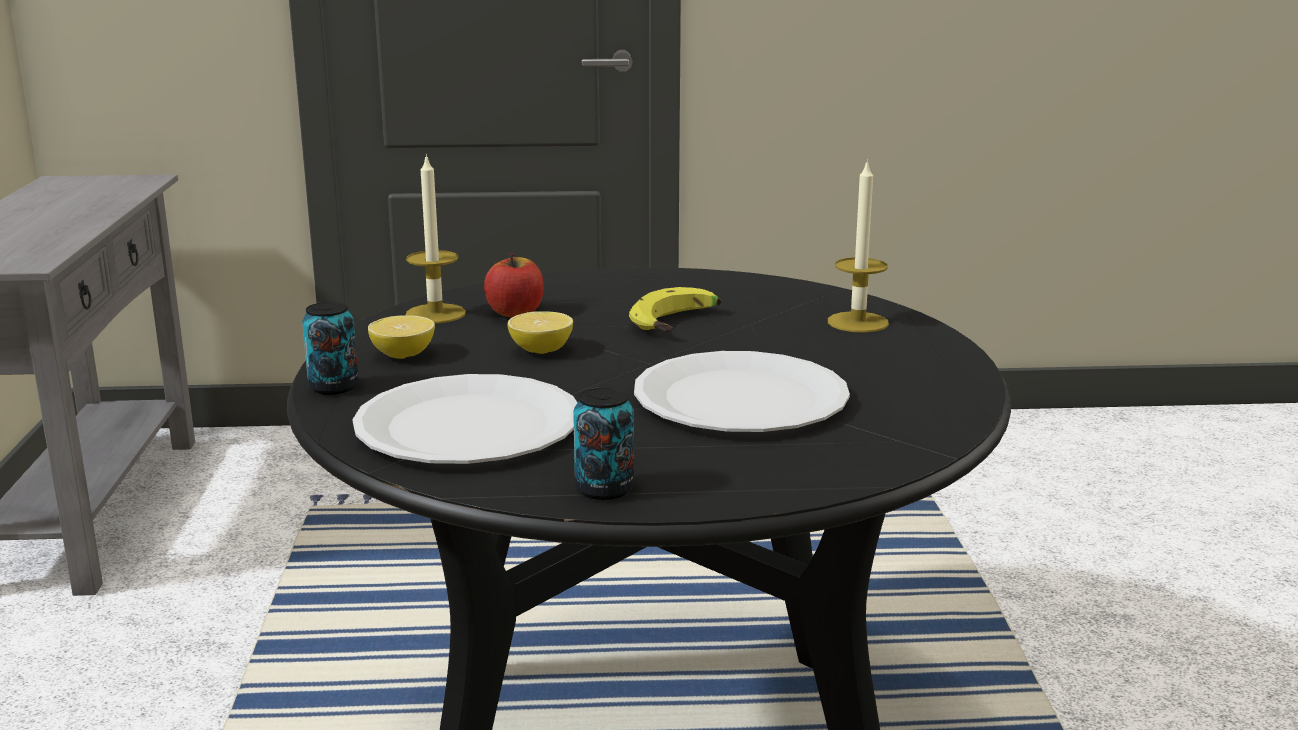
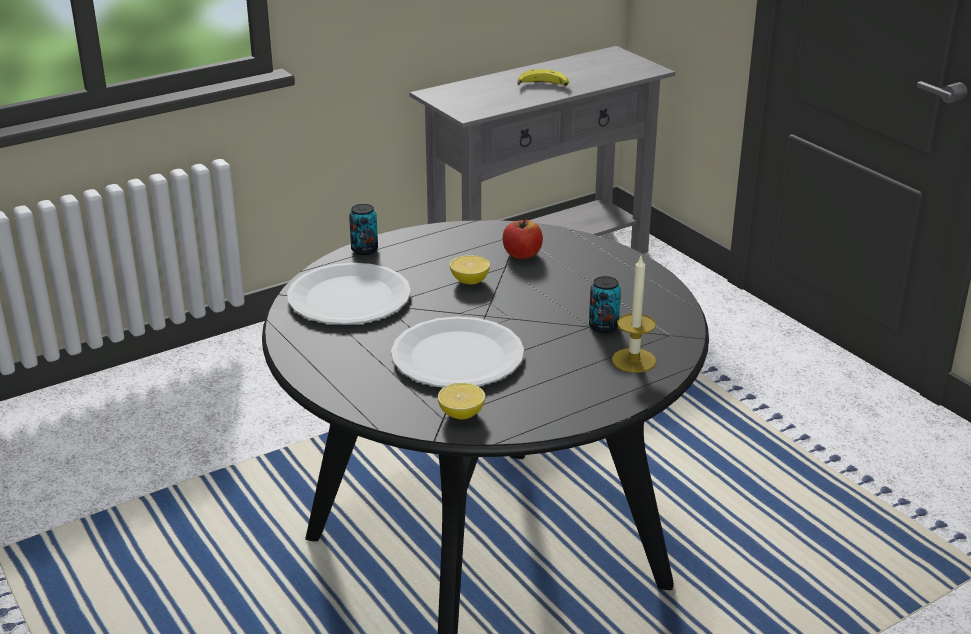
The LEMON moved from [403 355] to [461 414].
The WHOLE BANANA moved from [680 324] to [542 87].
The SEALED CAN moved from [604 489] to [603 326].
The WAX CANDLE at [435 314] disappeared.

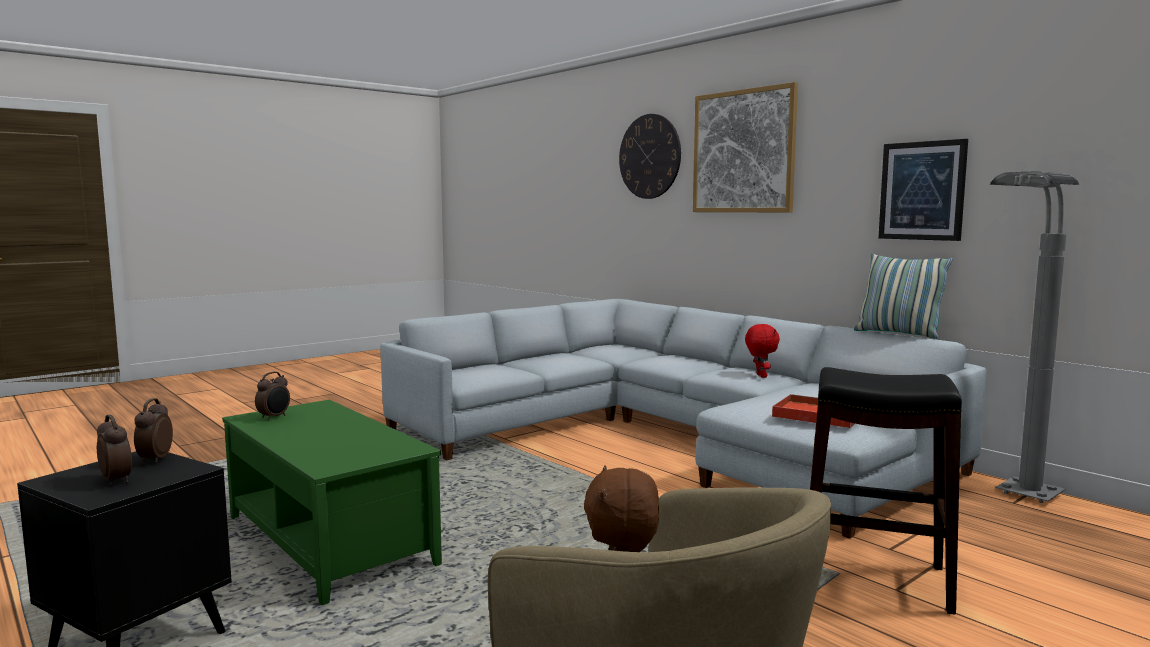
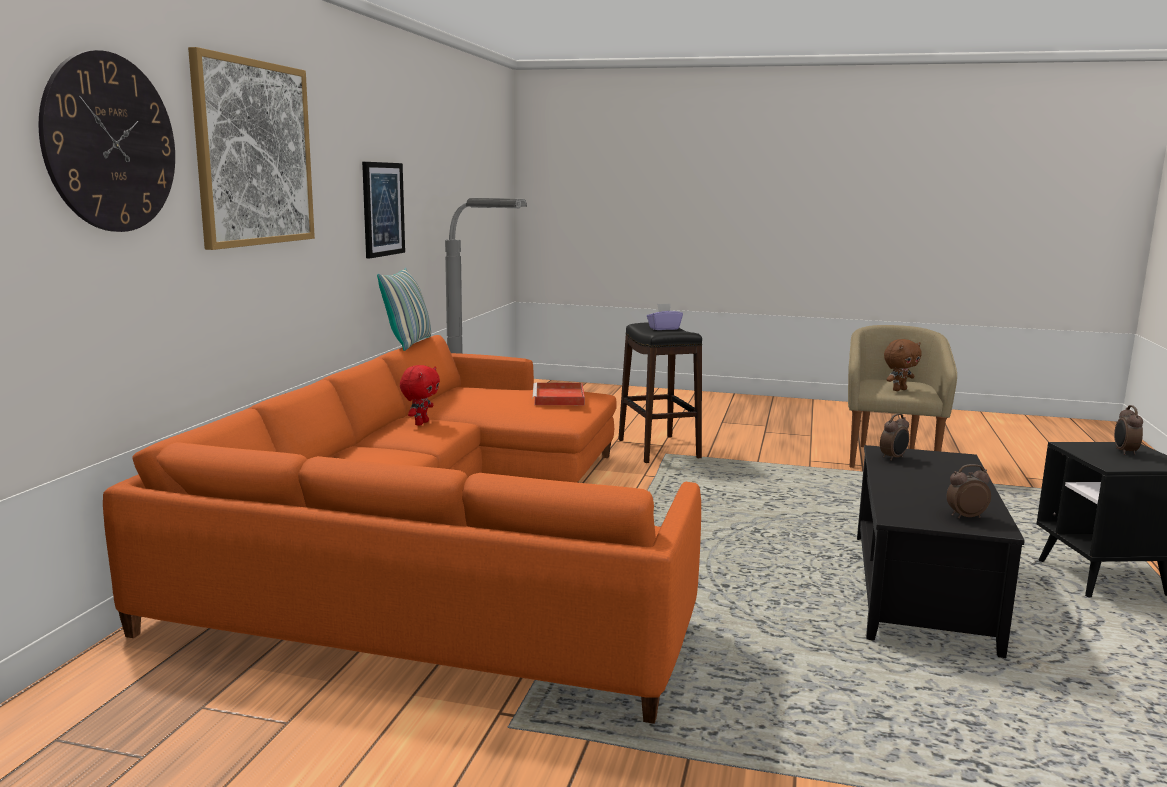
The GRAY SETTEE at [669 437] became the ORANGE-COLOURED SETTEE at [437 537].
The RED PLUSH TOY at [760 376] turned 150 degrees clockwise.
The PURPLE BOX OF TISSUES at [664 328] appeared.
The GREENISH LOW TABLE at [331 539] became the BLACKISH LOW TABLE at [918 589].
The ALARM CLOCK moved from [154 460] to [893 458].

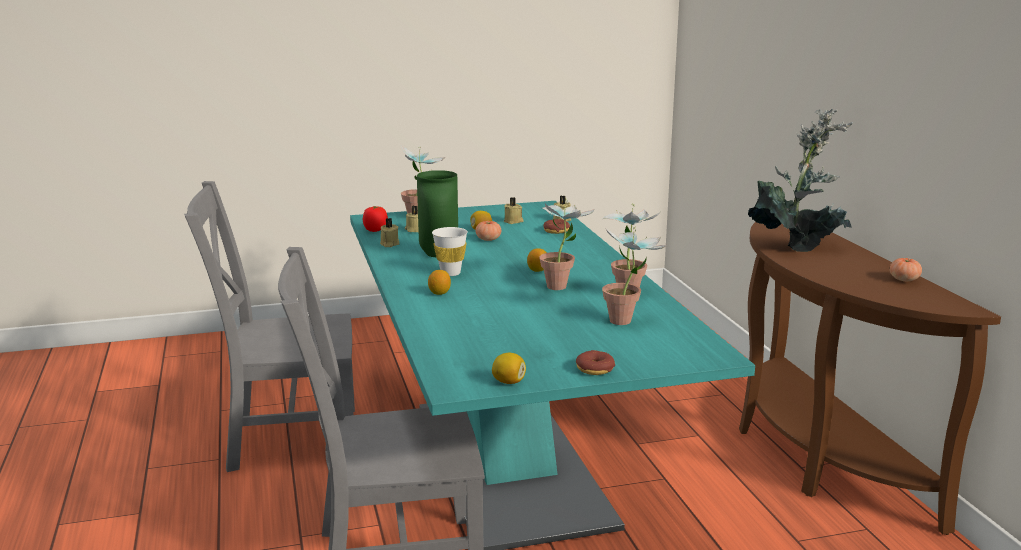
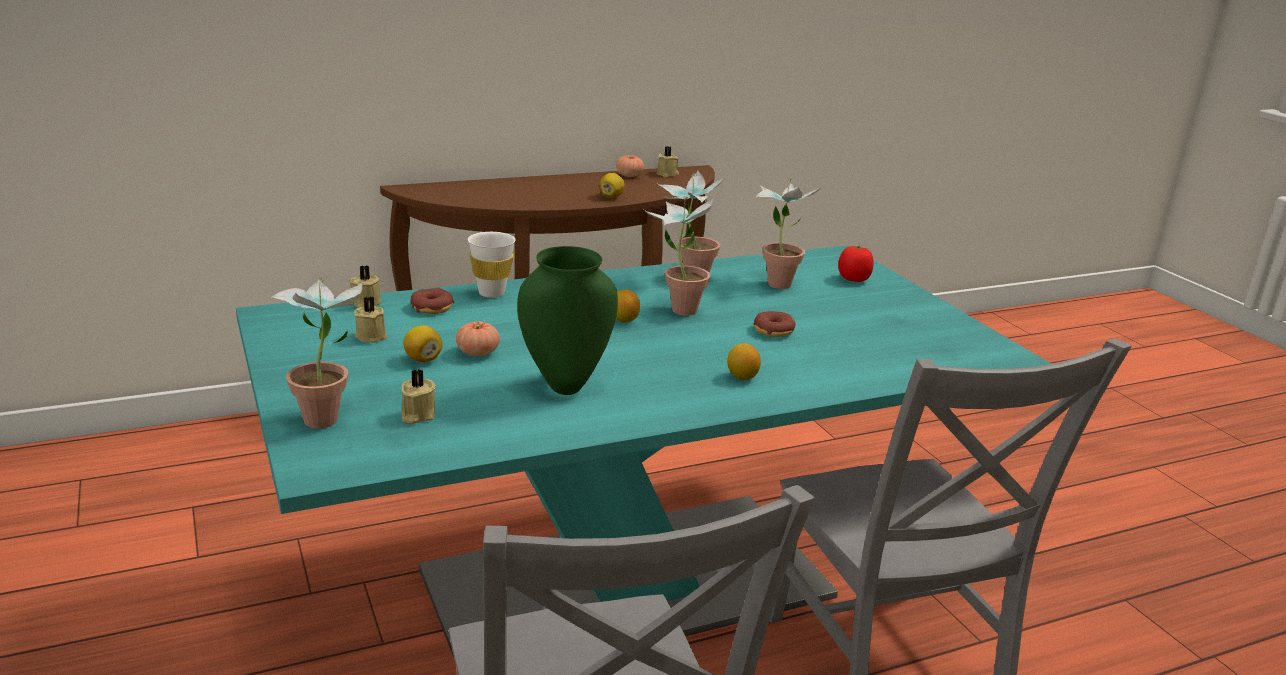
The WHITE-COLOURED SMALL CUP moved from [450 273] to [491 293].
The LEMON moved from [508 382] to [611 197].
The SAND-COLOURED WAX CANDLE moved from [389 244] to [667 174].
The DONUT moved from [594 369] to [773 331].
The WHOLE TOMATO moved from [375 230] to [853 279].
The HOUSEPLANT at [798 246] disappeared.

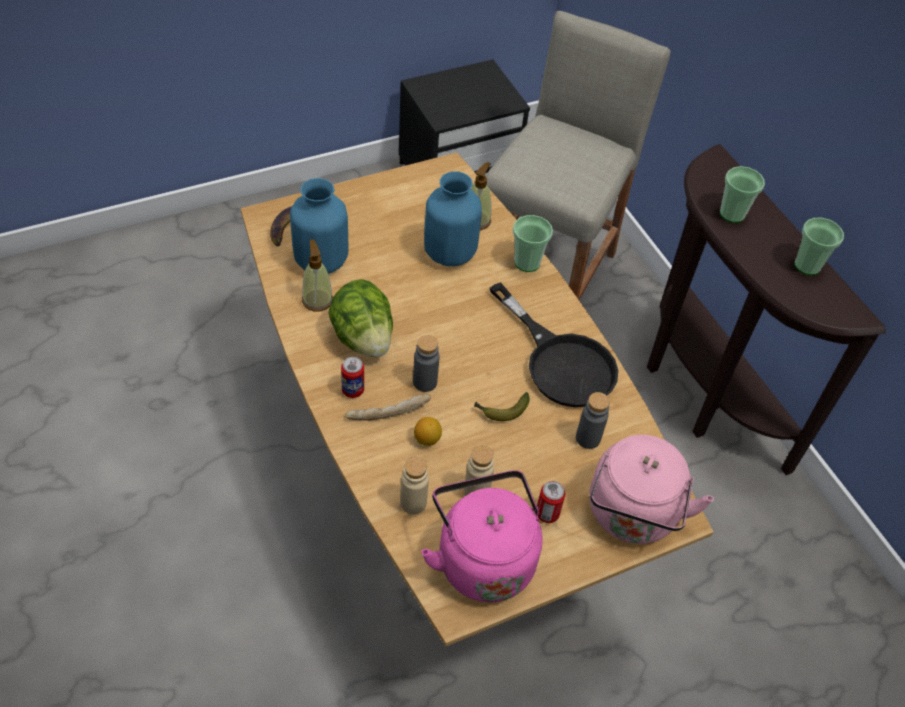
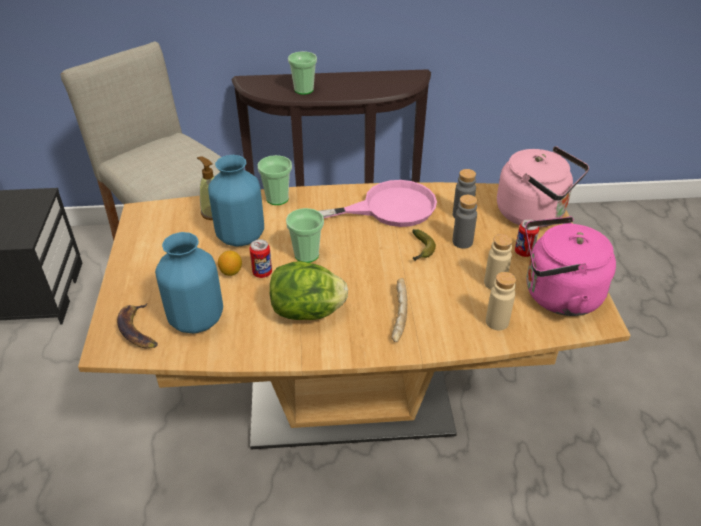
The LEMON moved from [427 439] to [231 272].
The SEALED CAN moved from [353 390] to [262 273].
The SMALL CUP moved from [807 265] to [306 254].
The BLACKISH PAN at [560 361] became the PINK-COLOURED PAN at [386 208].
The GRAY BOTTLE moved from [425 382] to [462 242].
The SOAP DISPENSER at [317 300] disappeared.

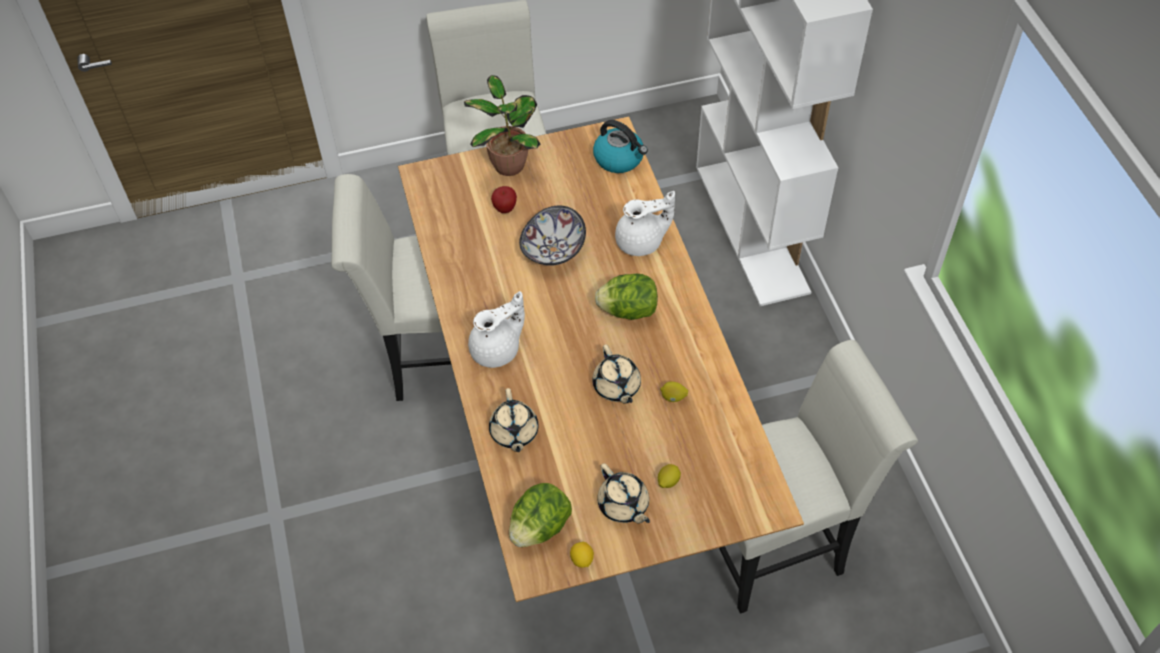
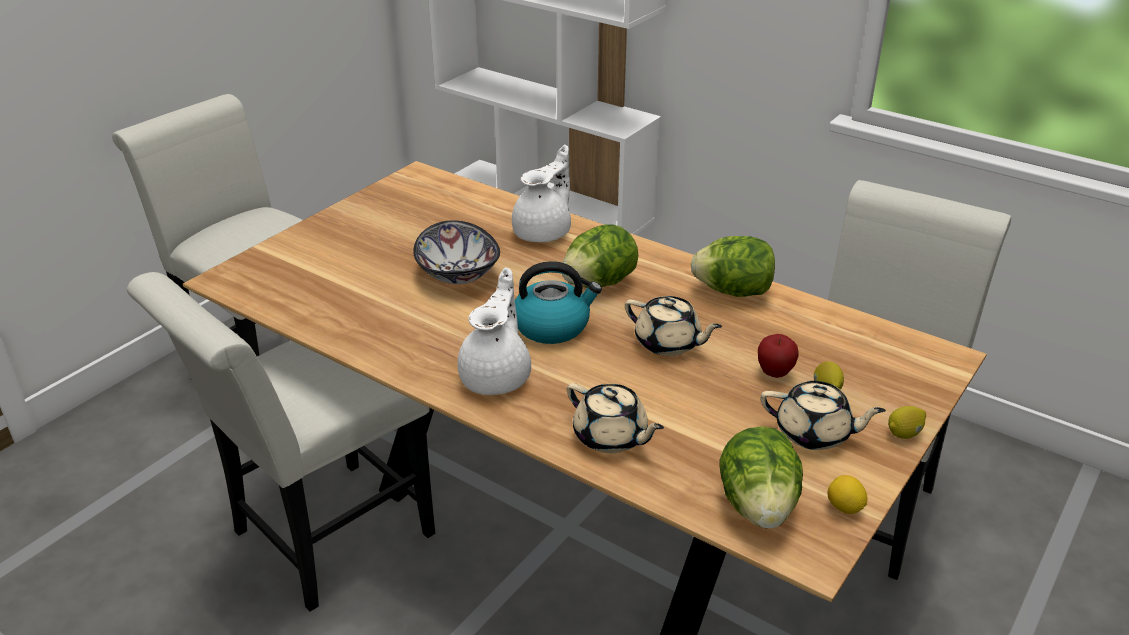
The WATER KETTLE moved from [619 158] to [552 326].
The LETTUCE at [733 292] appeared.
The APPLE moved from [505 209] to [774 373].
The LEMON moved from [673 397] to [904 434].
The HOUSEPLANT at [508 163] disappeared.

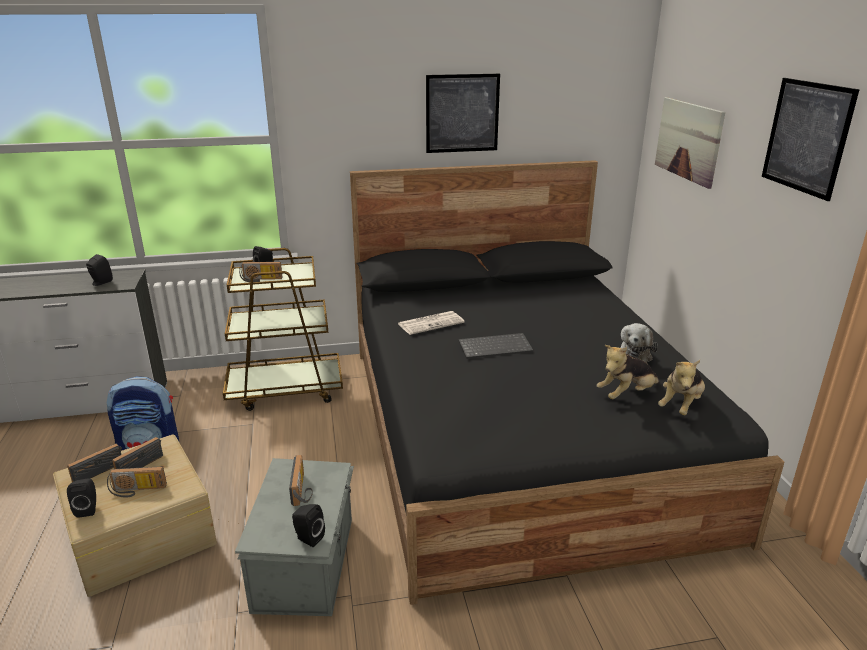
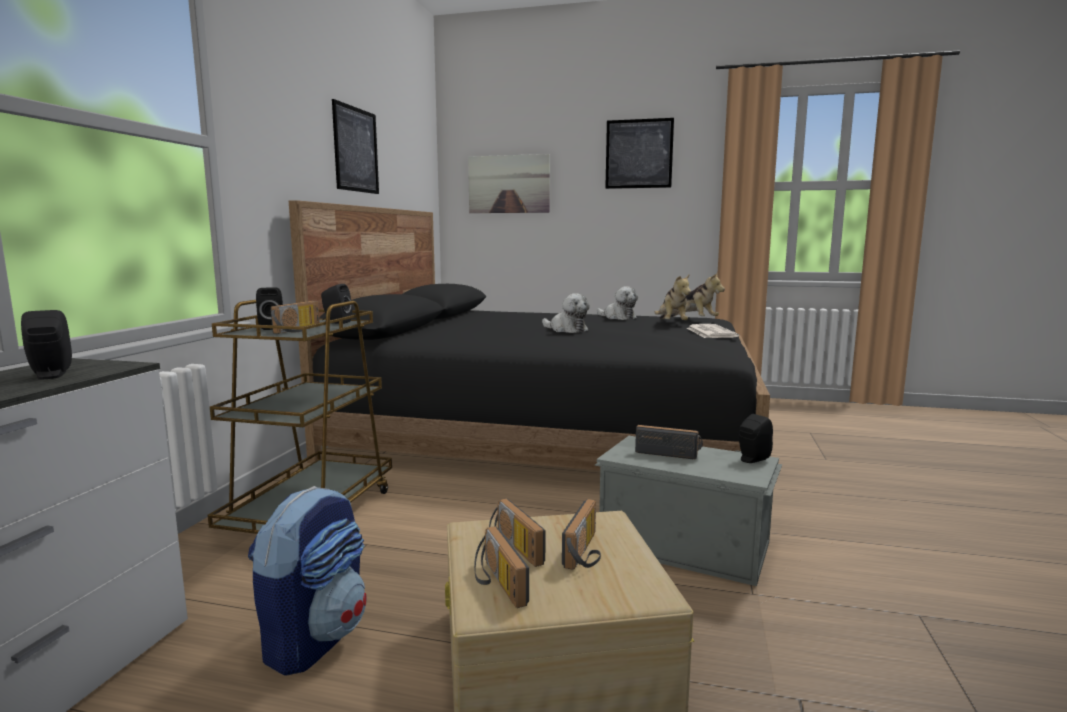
The BLACKISH AUDIO SPEAKER moved from [88 509] to [336 322].
The PC KEYBOARD at [495 347] was replaced by the PLUSH TOY at [566 330].
The PRINTED PAPER moved from [431 323] to [710 332].

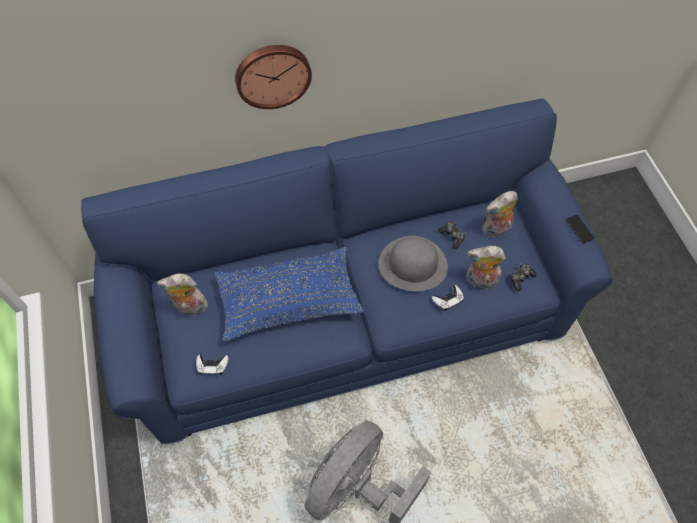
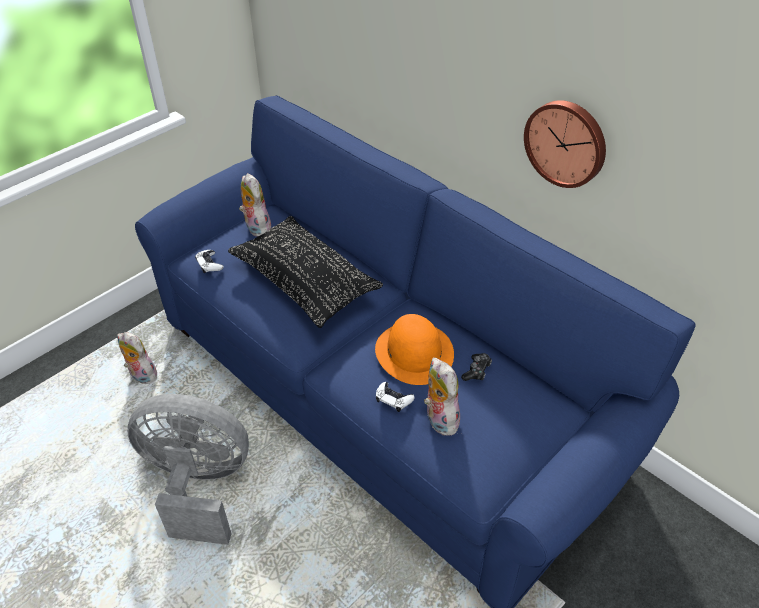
The PLUSH TOY moved from [495 230] to [141 376].
The BLUE-COLOURED THROW PILLOW at [289 300] became the BLACKISH THROW PILLOW at [305 282].
The GRAY WEARABLE HAT at [413 264] became the ORANGE-COLOURED WEARABLE HAT at [414 353].
The CLOCK ON THE WALL moved from [272 75] to [566 143].
The GAMEPAD at [520 278] disappeared.
The PHONE at [579 229] disappeared.

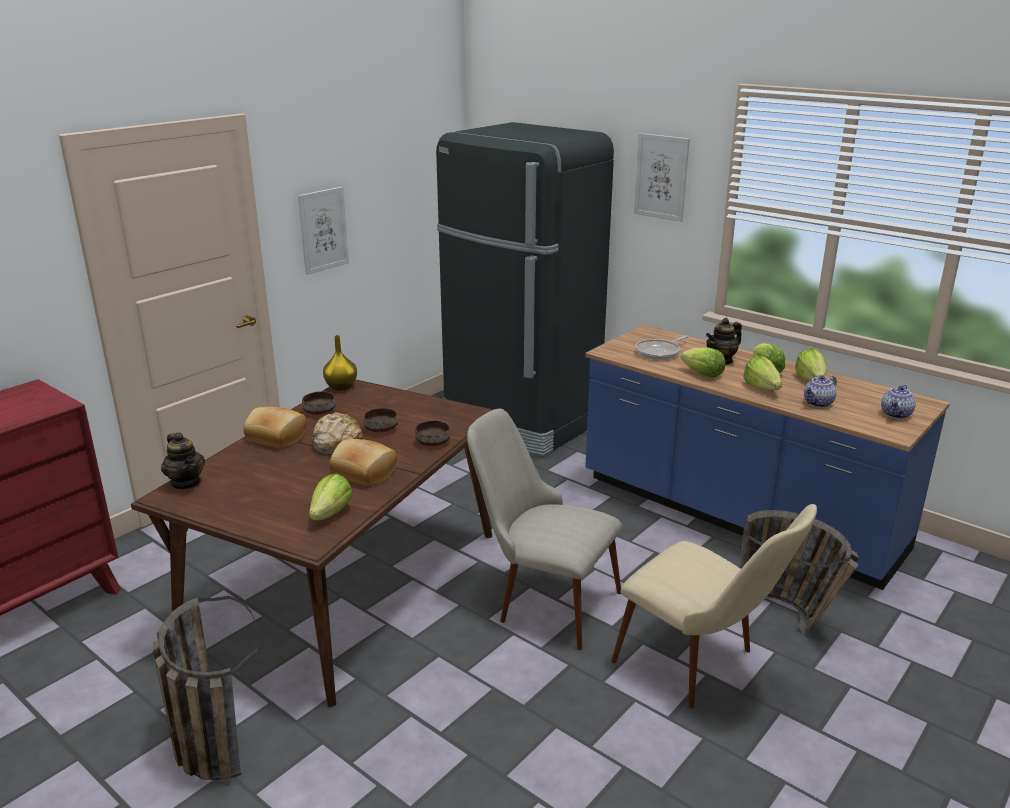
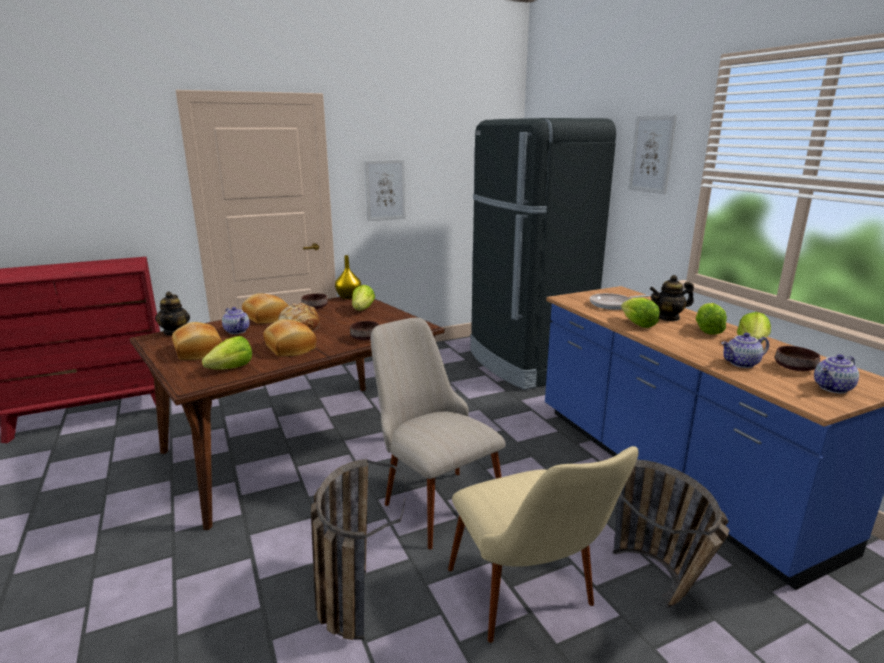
The BAKERY BREAD at [197 351] appeared.
The TEAPOT at [237 331] appeared.
The BASKET moved from [208 738] to [351 591].
The LETTUCE moved from [762 388] to [362 309].
The BROWNISH BOWL moved from [381 428] to [794 368].

